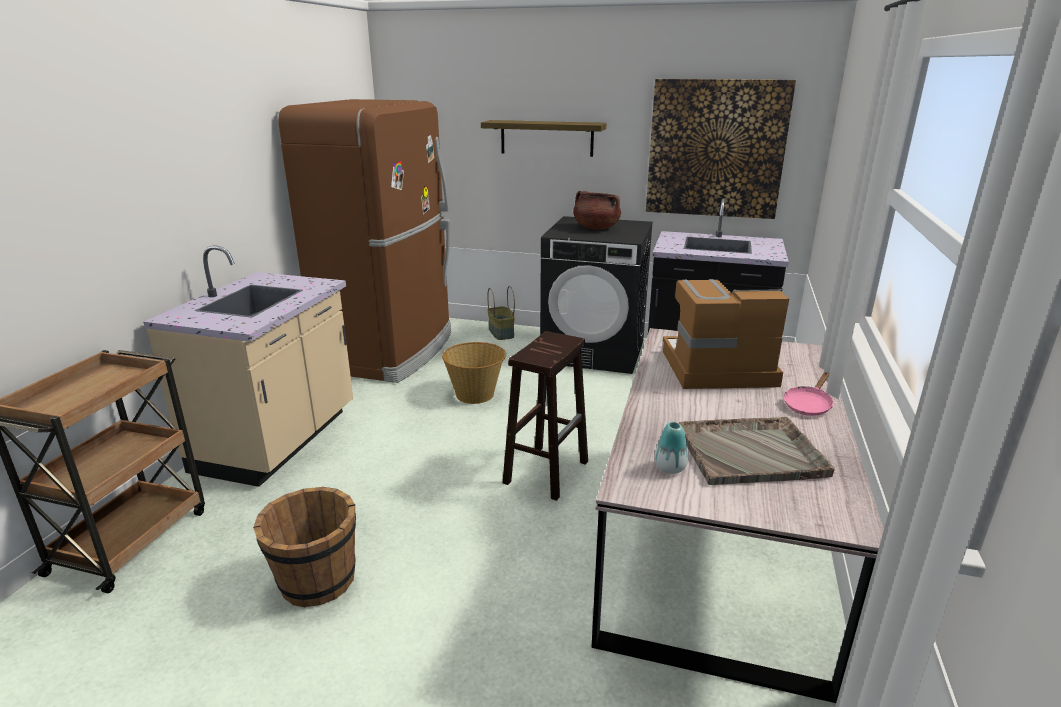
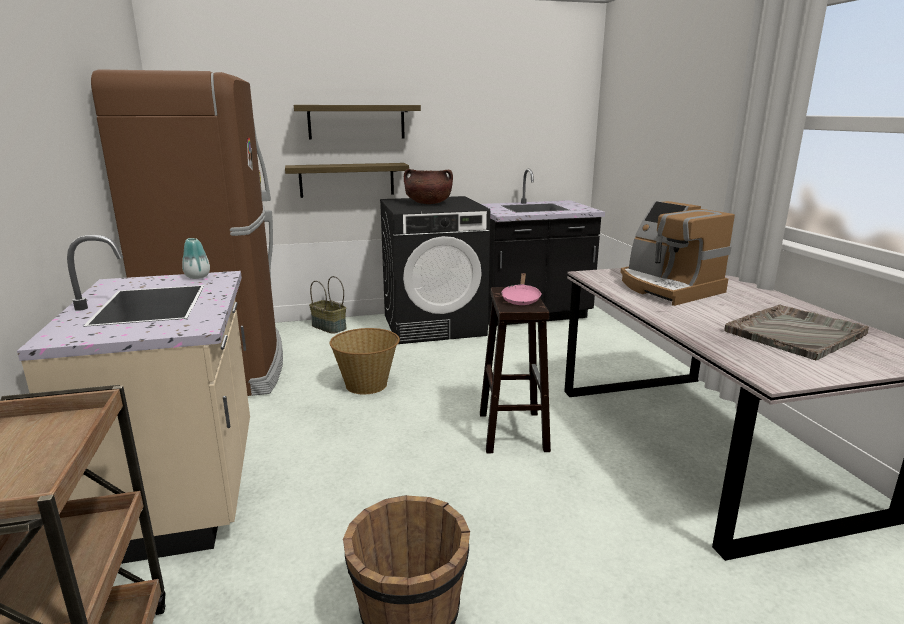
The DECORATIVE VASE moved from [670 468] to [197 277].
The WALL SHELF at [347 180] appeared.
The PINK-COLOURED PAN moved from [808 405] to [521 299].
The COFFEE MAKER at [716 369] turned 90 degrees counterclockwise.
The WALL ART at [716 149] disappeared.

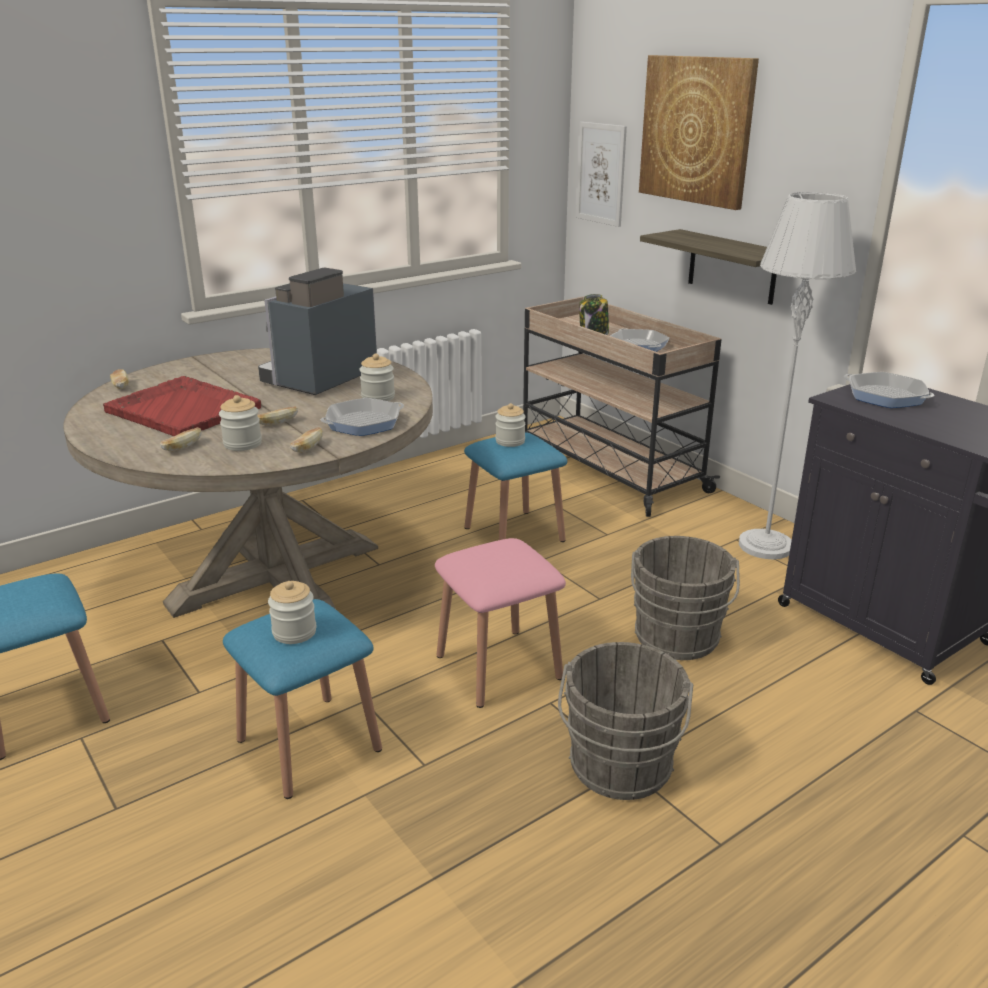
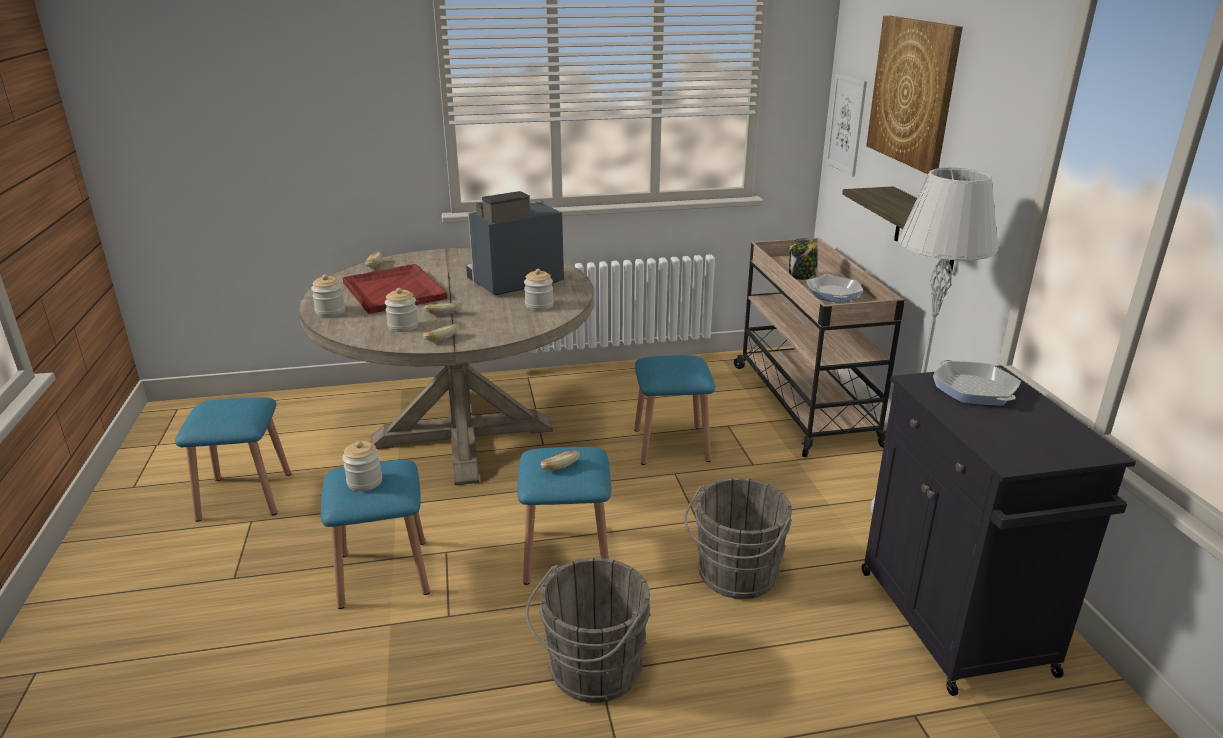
The JAR moved from [510 441] to [330 311].
The PINK-COLOURED STOOL at [498 666] became the BLUE-COLOURED STOOL at [566 555].
The BAKERY BREAD moved from [182 448] to [560 467].
The PAN at [363 423] disappeared.

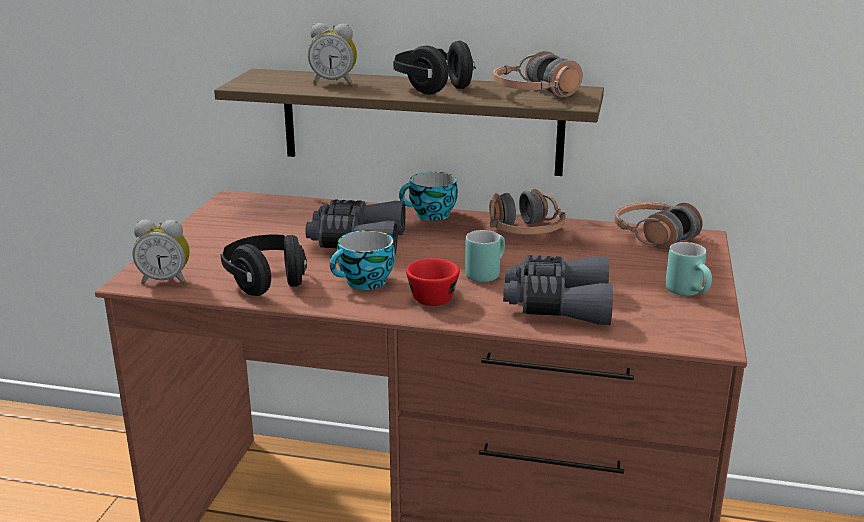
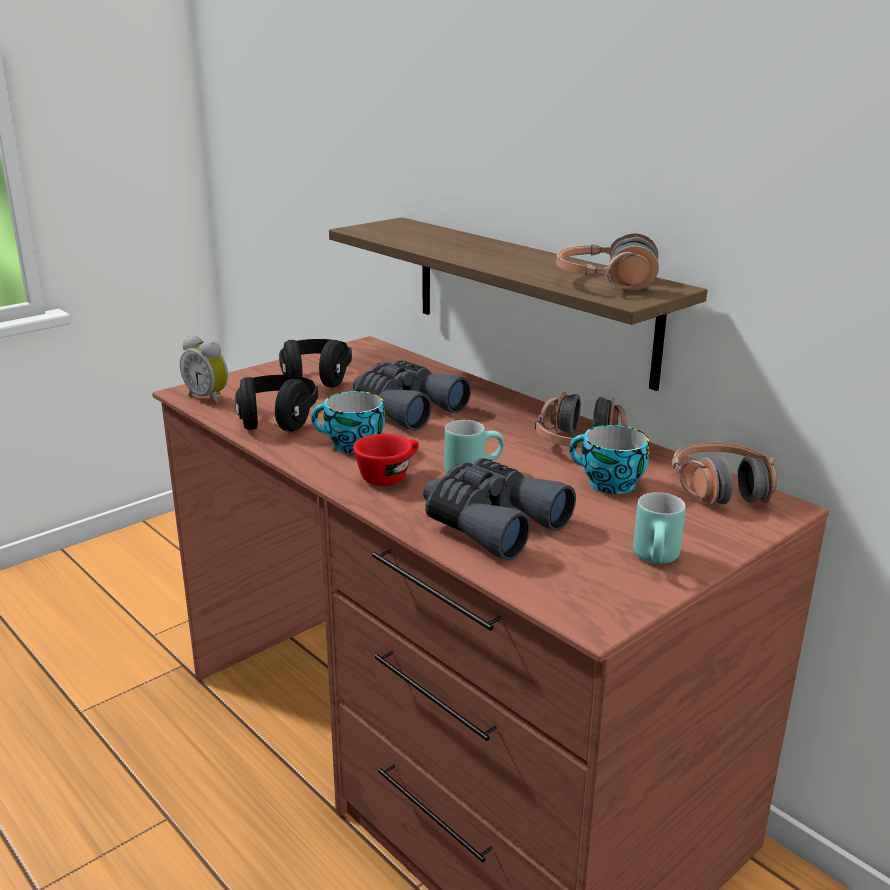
The BLACKISH PAIR OF HEADPHONES moved from [433 87] to [316 379].
The SMALL CUP moved from [430 215] to [608 484].
The ALARM CLOCK at [334 83] disappeared.

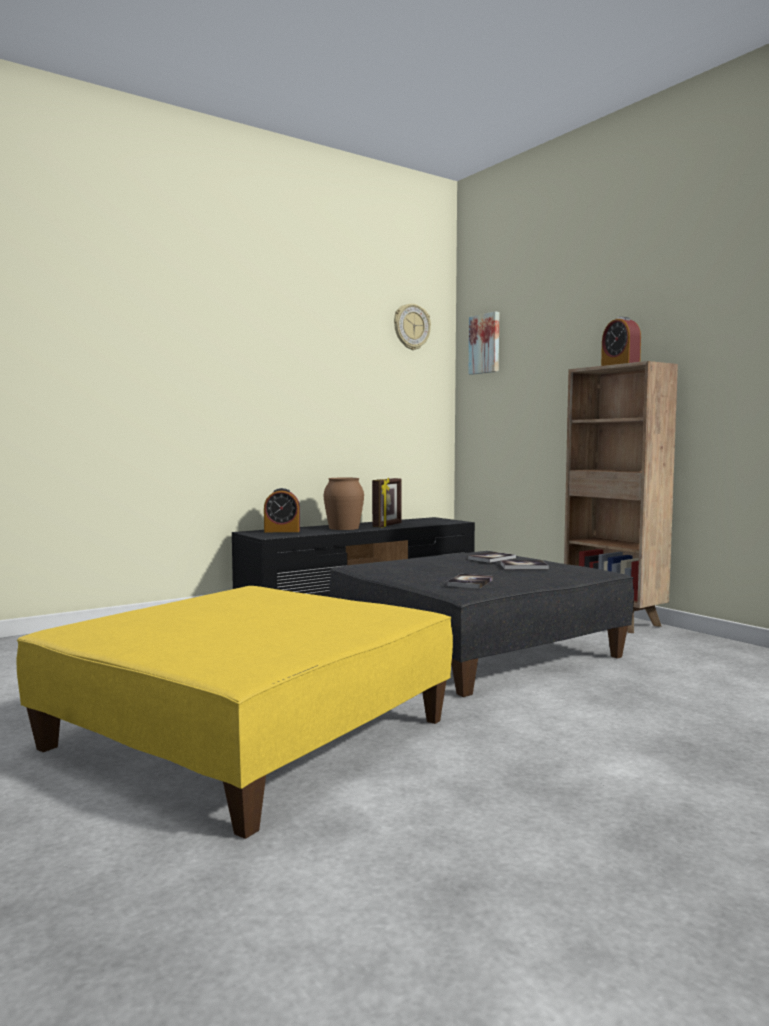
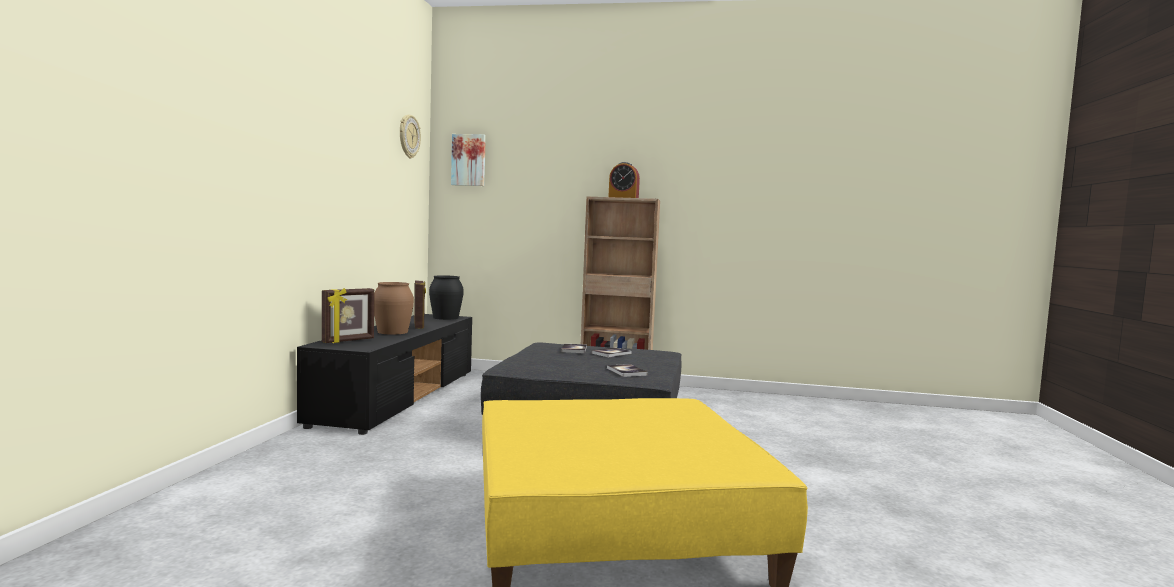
The ALARM CLOCK at [282 531] was replaced by the STANDING FRAME at [348 341].
The BLACKISH DECORATIVE VASE at [445 318] appeared.

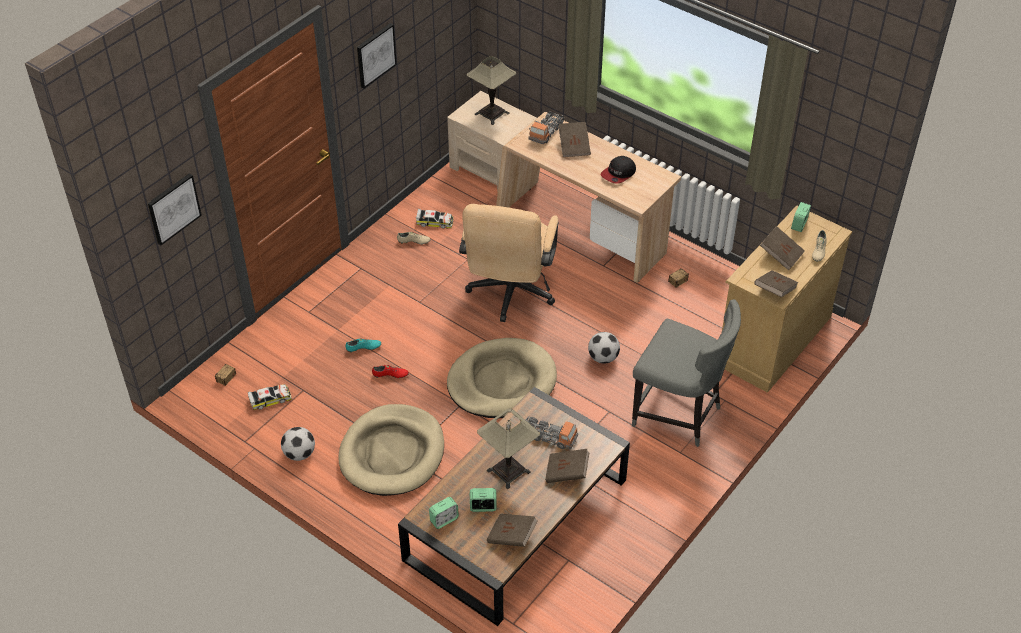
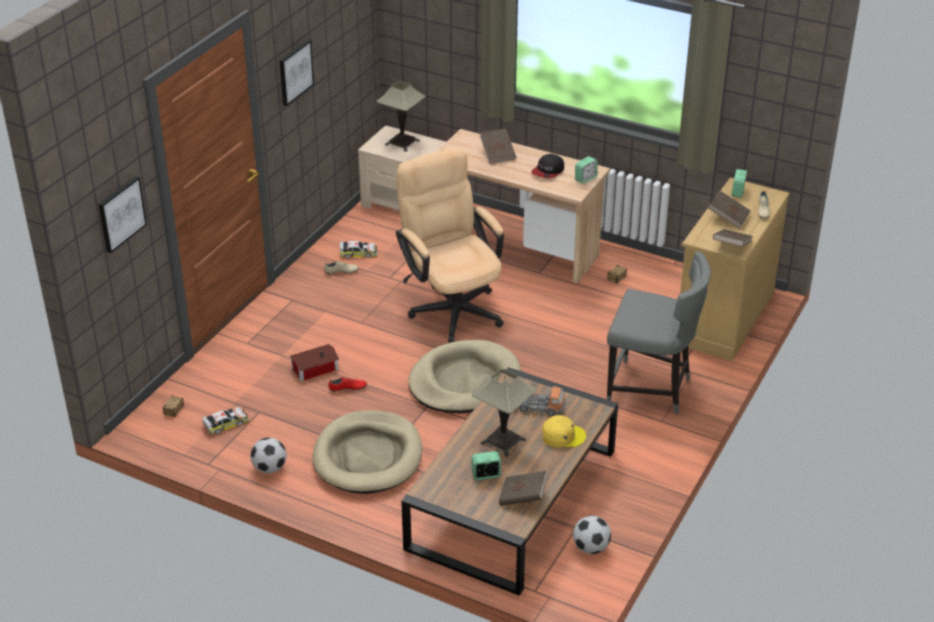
The BLUE-GREEN LOW SHOE at [363 348] was replaced by the MODEL HOUSE at [313 368].
The SAND-COLOURED DESK CHAIR at [510 294] turned 150 degrees clockwise.
The BROWNISH VOLUME at [567 473] was replaced by the YELLOWISH BASEBALL CAP at [563 436].
The BALL FOR FOOTBALL moved from [603 358] to [591 548].
The ALARM CLOCK moved from [444 520] to [585 178].
The TOY LORRY at [546 132] disappeared.

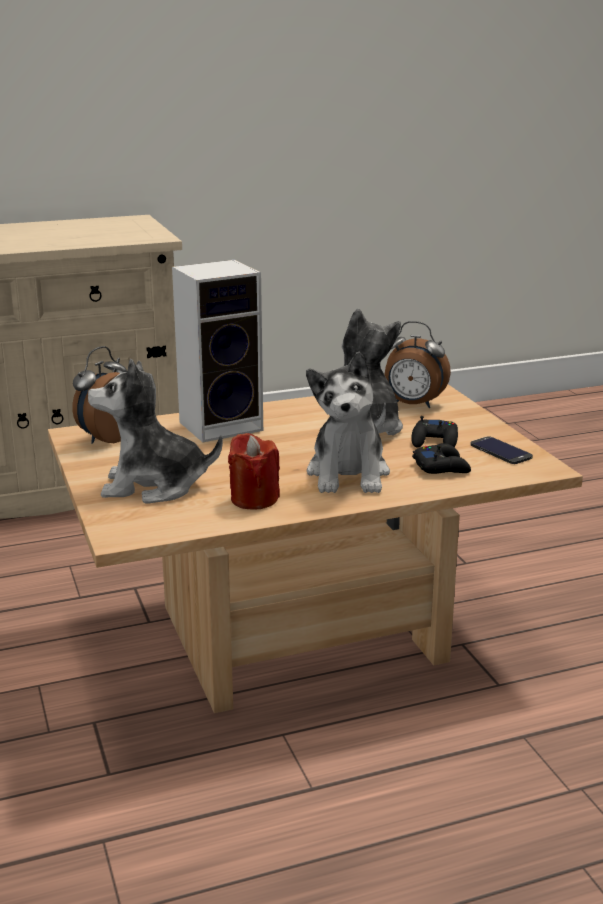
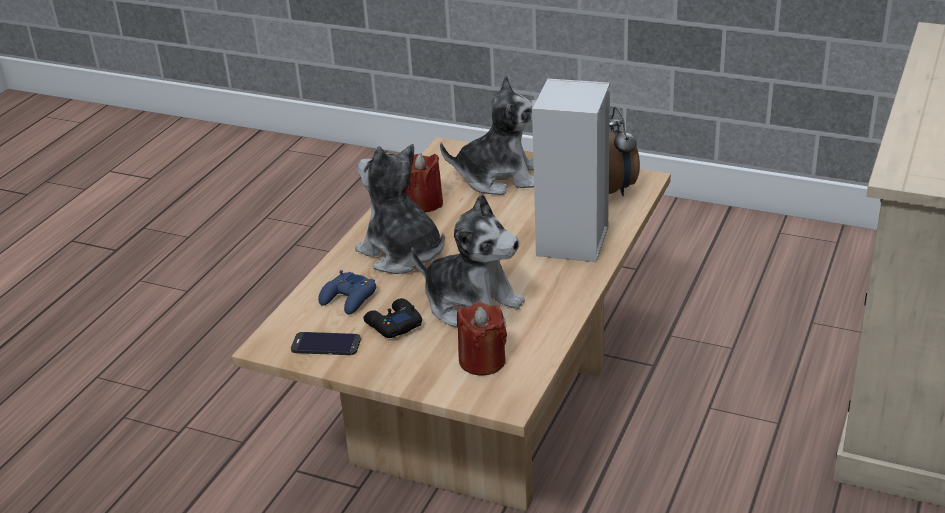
The BLACKISH GAMEPAD at [441 467] became the BLUE-COLOURED GAMEPAD at [348 299].
The PLUSH TOY at [153 486] turned 45 degrees clockwise.
The ALARM CLOCK at [413 405] was replaced by the RED WAX CANDLE at [482 361].

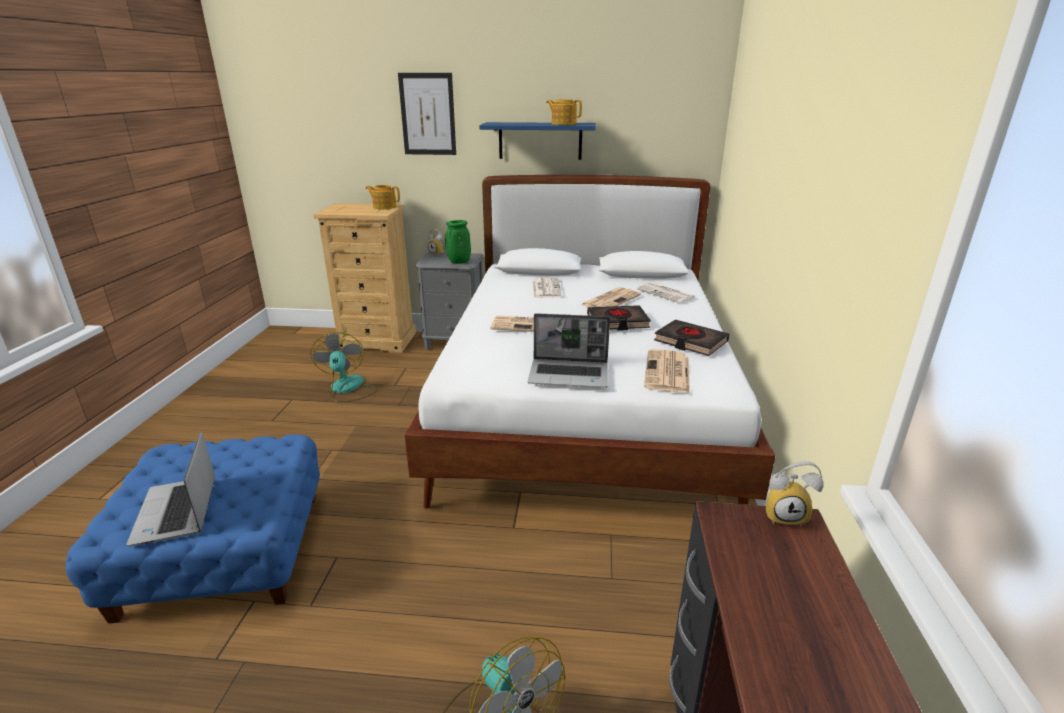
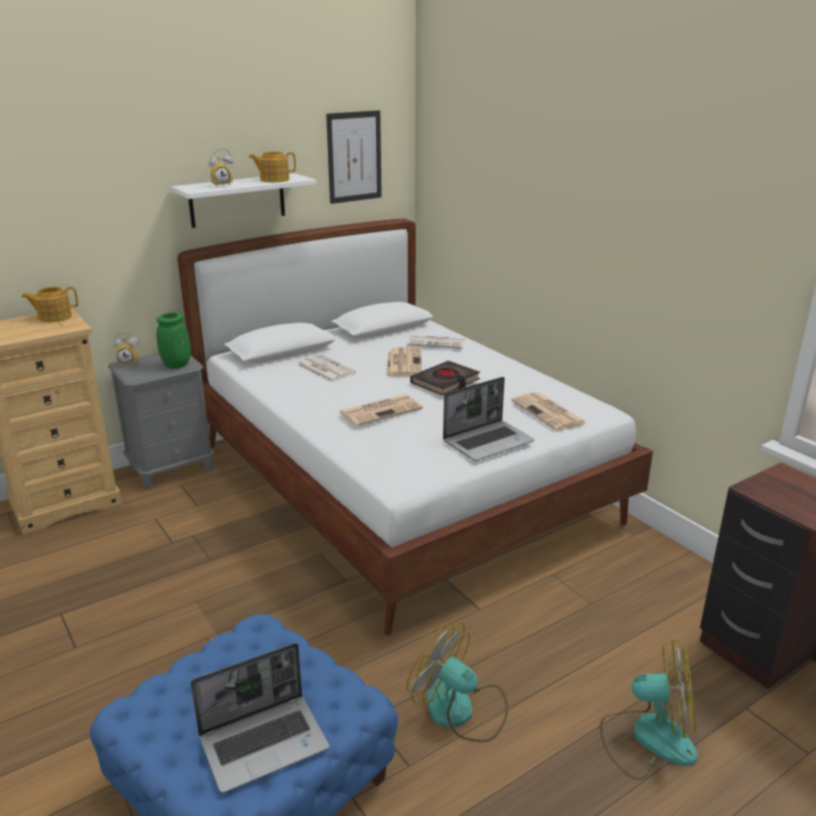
The BLUE-COLOURED WALL SHELF at [540 141] became the WHITE-COLOURED WALL SHELF at [237 200].
The PORTABLE COMPUTER at [177 512] turned 60 degrees counterclockwise.
The ALARM CLOCK moved from [785 515] to [222 185].
The WALL ART moved from [428 114] to [354 157].
The FAN moved from [347 389] to [460 711].
The BLACKISH VOLUME at [690 342] disappeared.

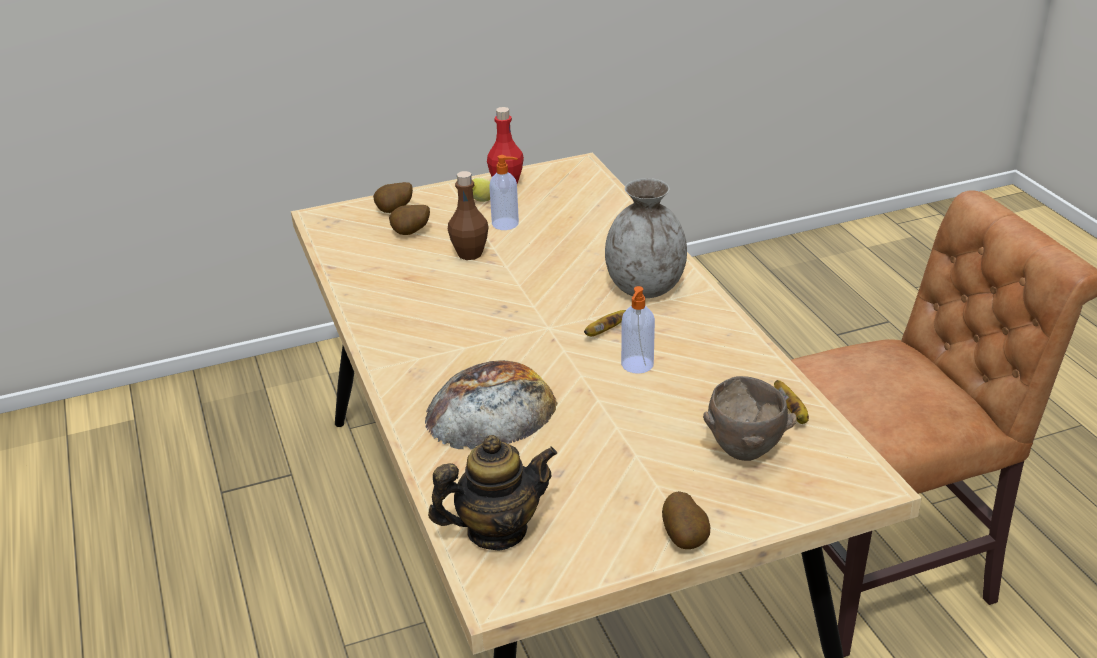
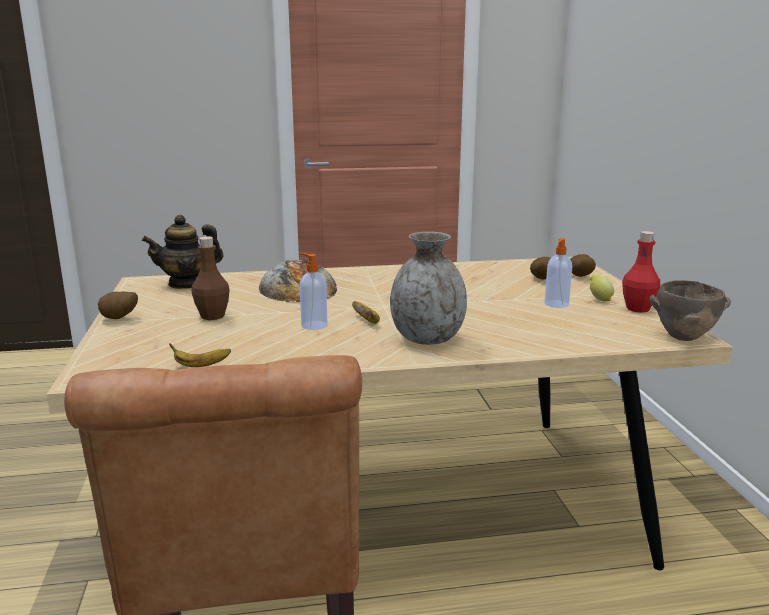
The TEAPOT at [496 531] turned 75 degrees clockwise.
The BROWNISH BOTTLE moved from [470 253] to [212 316].
The BROWNISH BOWL moved from [745 452] to [683 337].

